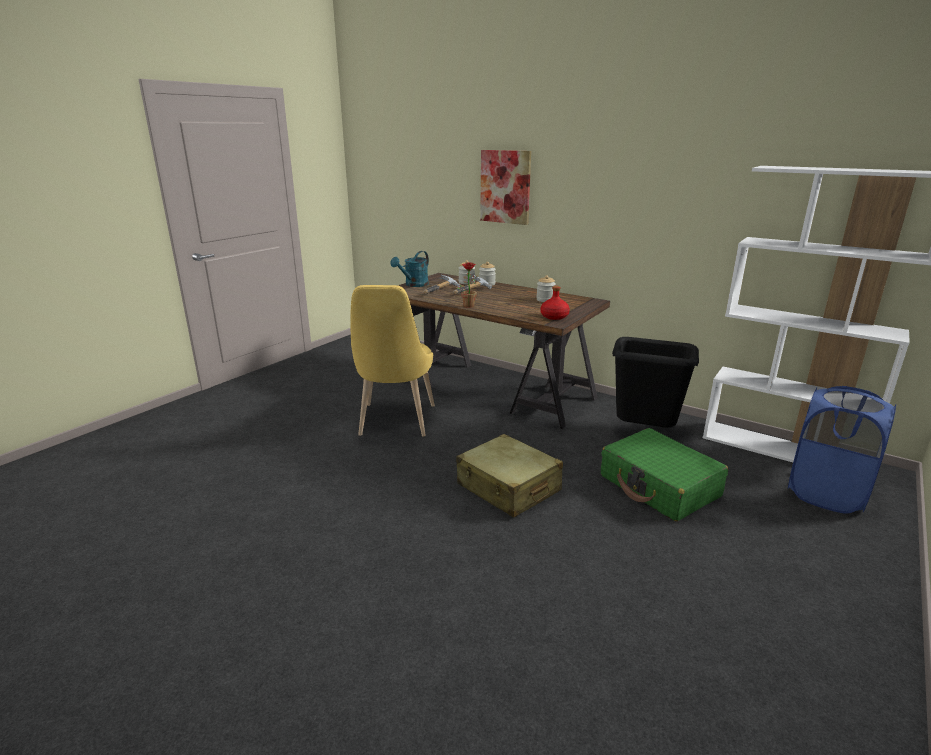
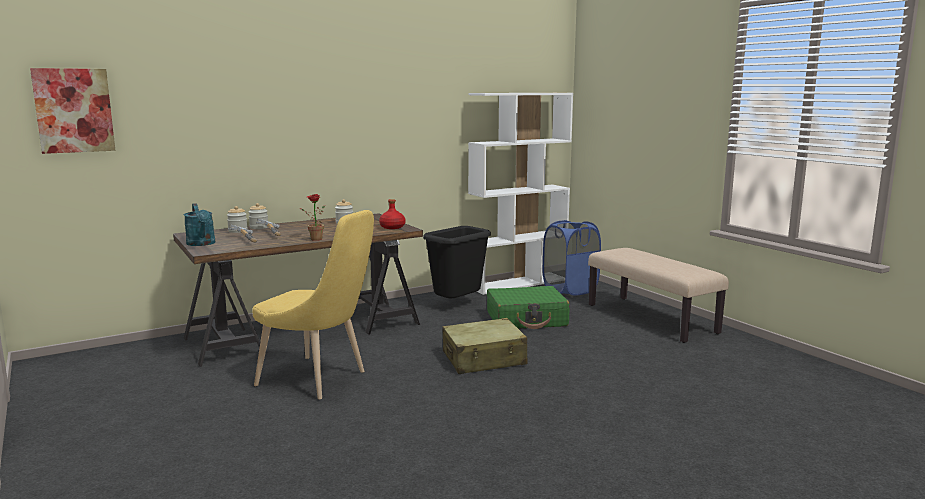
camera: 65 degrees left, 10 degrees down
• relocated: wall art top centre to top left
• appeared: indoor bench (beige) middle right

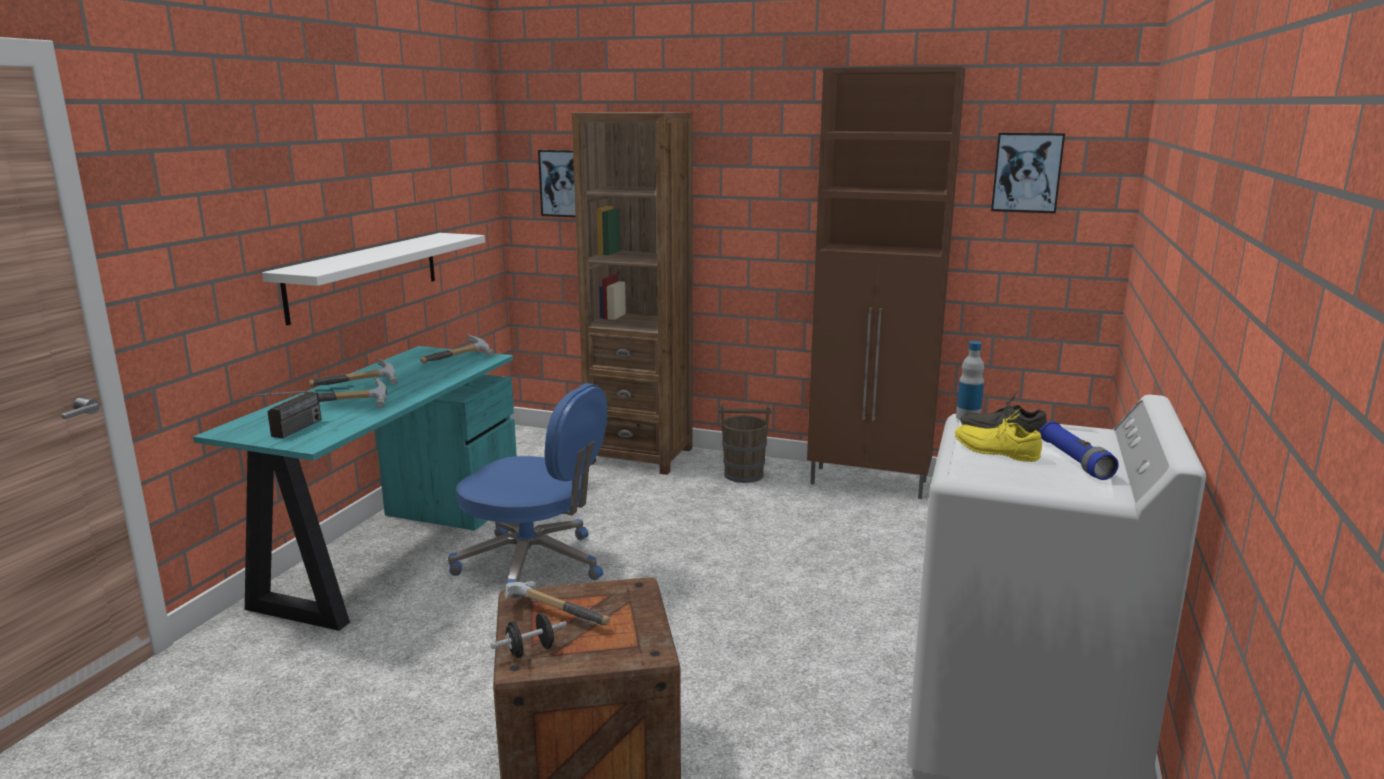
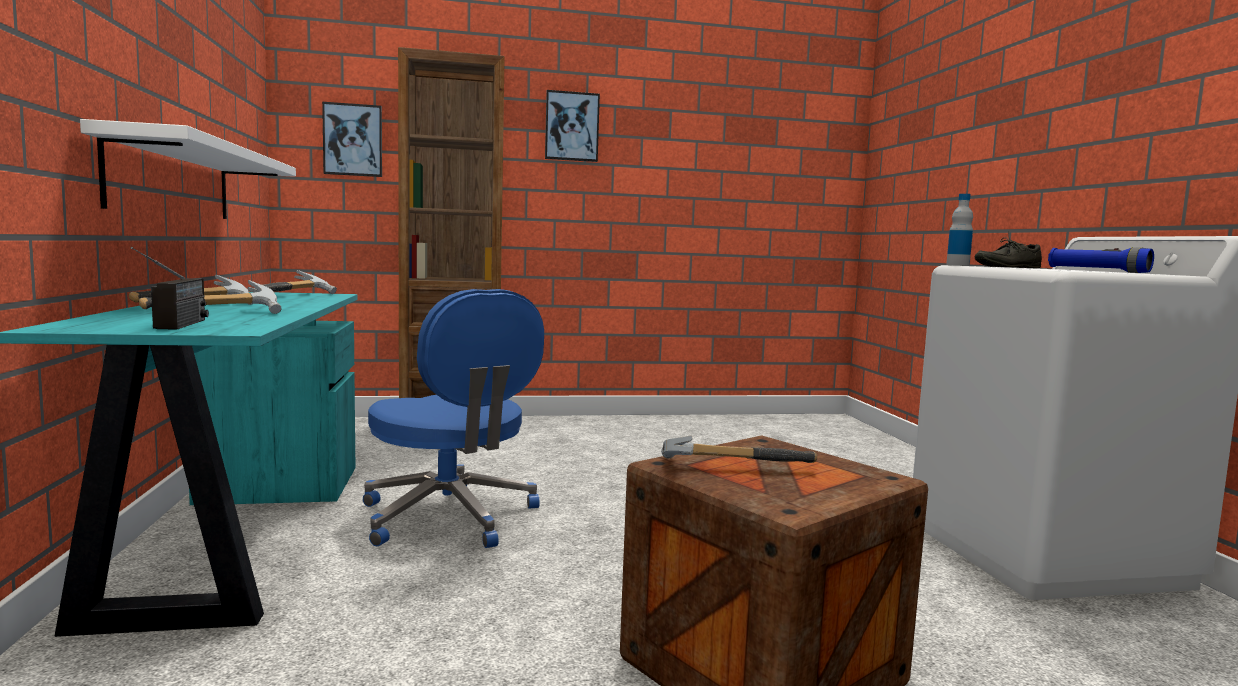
camera: 30 degrees left, 10 degrees down
• missing: cabinet (brown-coloured) centre
• relocated: wall art (no. 2 from left) top right to top centre
• spun: office chair (bluish) centre = centre 60 degrees clockwise
• missing: water bucket (brown-coloured) centre
• missing: low shoe (yellowish) middle right
• missing: free weight (black-coloured) bottom centre

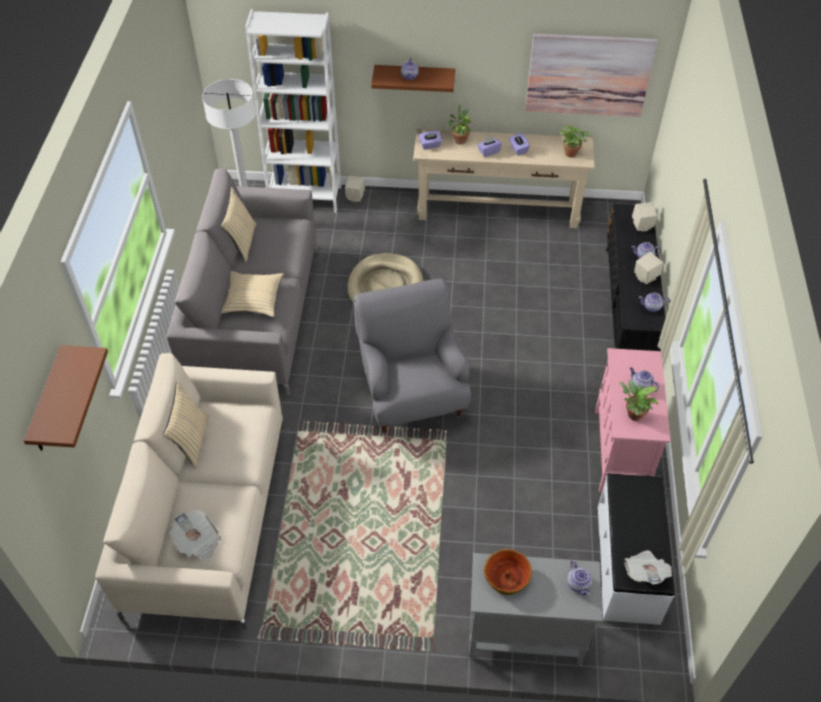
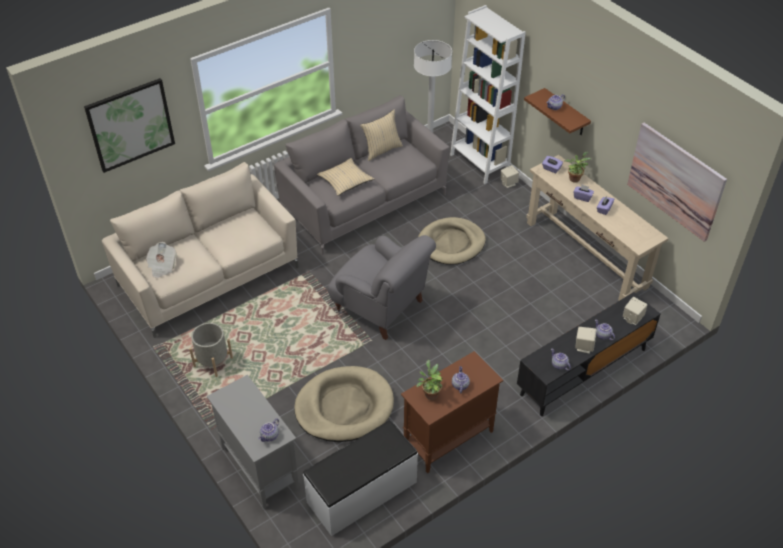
camera: 50 degrees right, 5 degrees down
• missing: plant in a pot (no. 2 from left) top right
• spun: armchair (greyish) centre = centre 90 degrees clockwise
• exchanged: wall shelf (brown-coloured) (no. 1 from left) middle left to wall art (no. 1 from left) top left
• colour: cabinet (pink) middle right to cabinet (brown-coloured) bottom centre
• missing: pillow (beige) (no. 1 from left) middle left
• missing: deep dish bottom centre
• missing: printed paper (no. 2 from left) bottom right
• appeared: plant pot (greyish) middle left
• appeared: dog bed (beige) (no. 1 from left) bottom centre

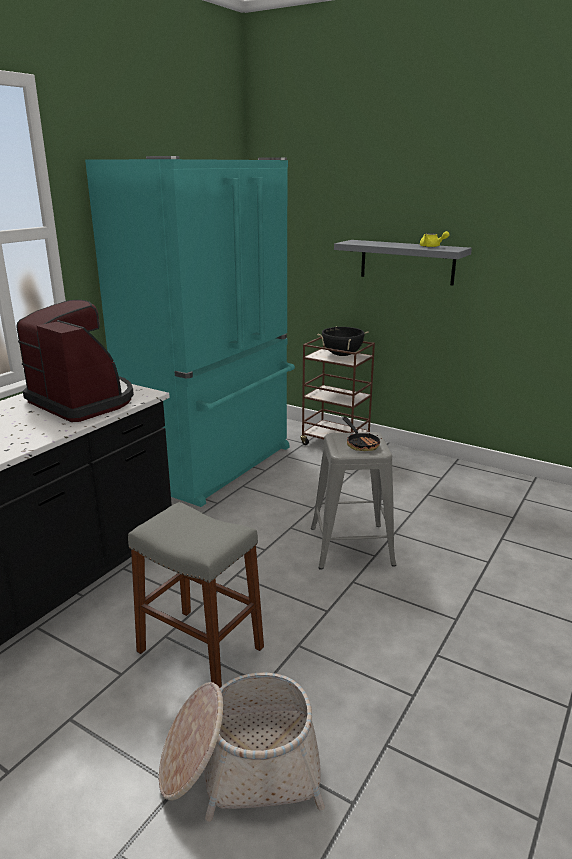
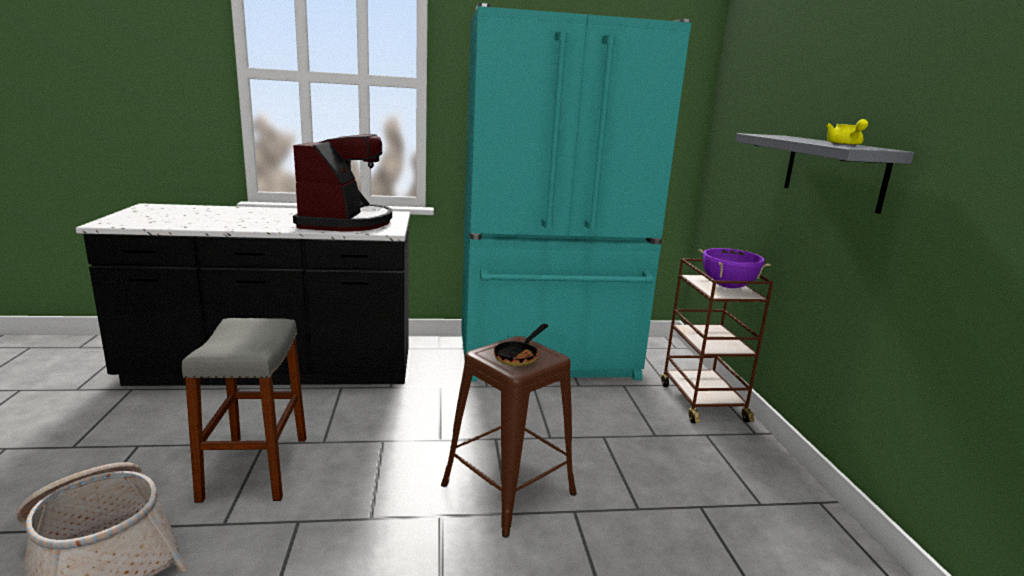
camera: 50 degrees right, 5 degrees down
• colour: stockpot (black-coloured) centre to stockpot (purple-coloured) middle right
• colour: stool (greyish) (no. 2 from left) centre to stool (brown-coloured) bottom centre

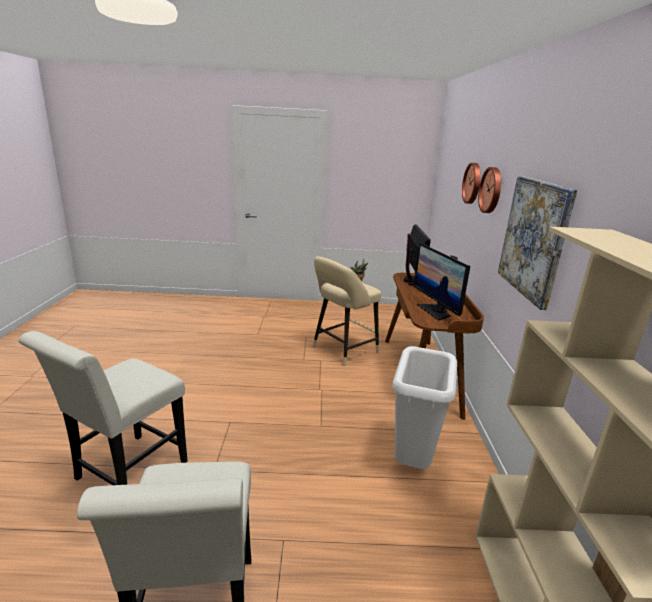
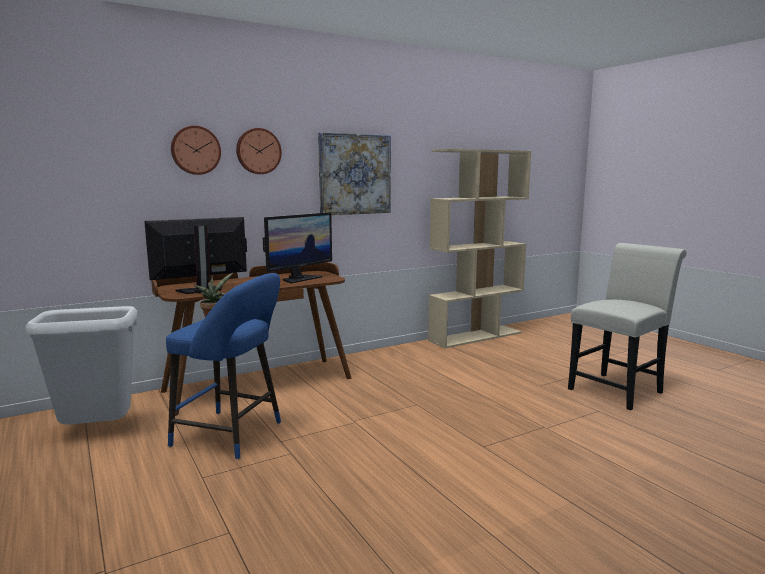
camera: 120 degrees left, 10 degrees down
• colour: stool (beige) centre to stool (bluish) middle left
• missing: upright chair (white) (no. 1 from left) bottom left
• relocated: waste bin (white) bottom centre to middle left

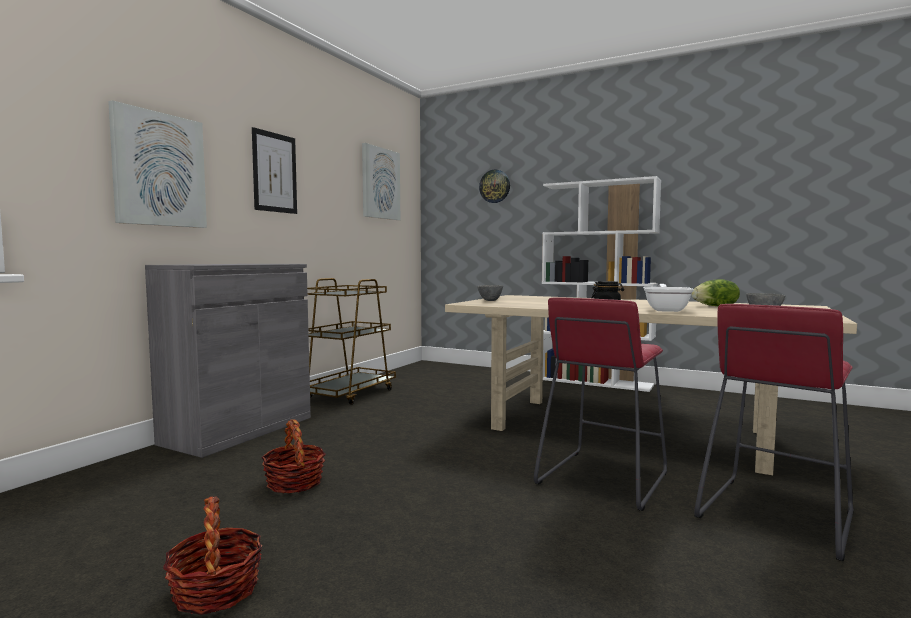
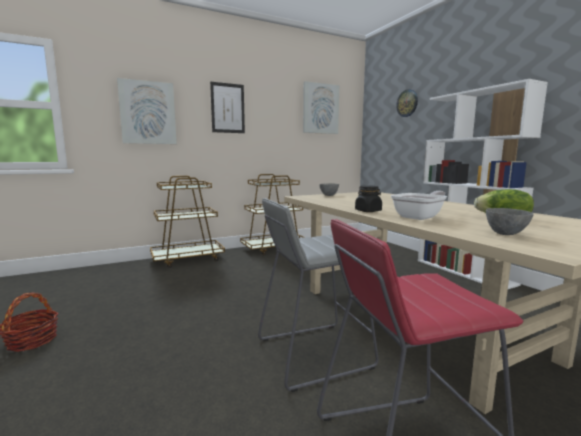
camera: 35 degrees right, 5 degrees up
• exchanged: cabinet (greyish) middle left to cart (brown-coloured) (no. 1 from left) middle left
• colour: stool (red) (no. 1 from left) centre to stool (greyish) bottom centre
• missing: household basket (no. 2 from left) bottom left

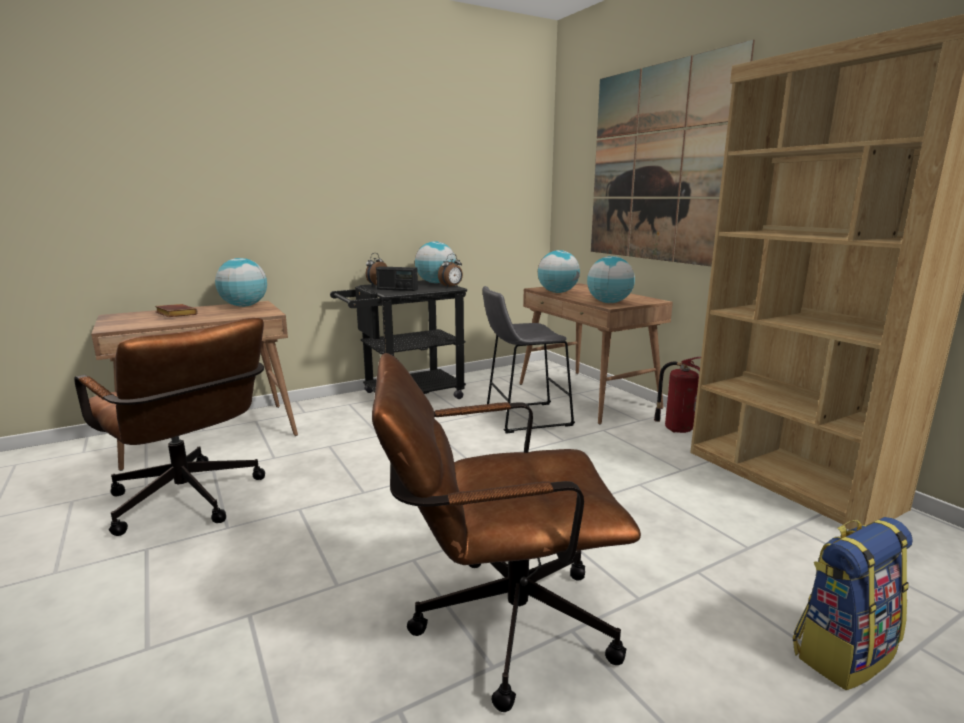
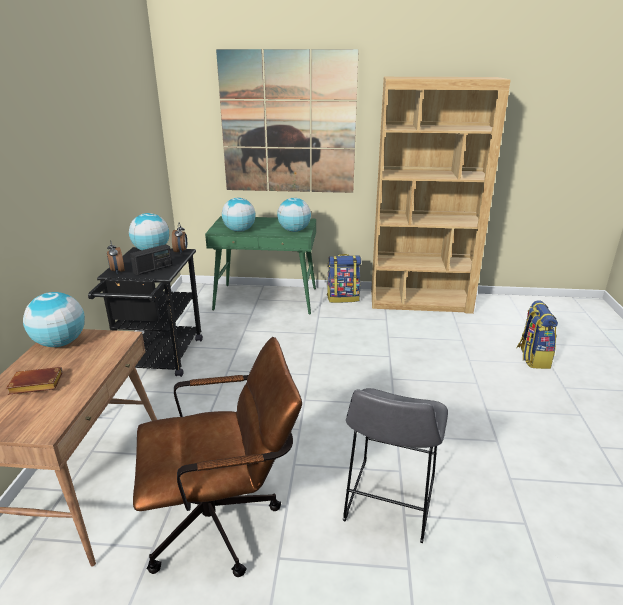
camera: 55 degrees left, 10 degrees up
• colour: desk table (brown-coloured) (no. 2 from left) centre to desk table (green) centre
• relocated: stool (greyish) centre to bottom centre
• missing: office chair (brown-coloured) (no. 2 from left) bottom centre
• exchanged: extinguisher middle right to backpack (no. 1 from left) centre

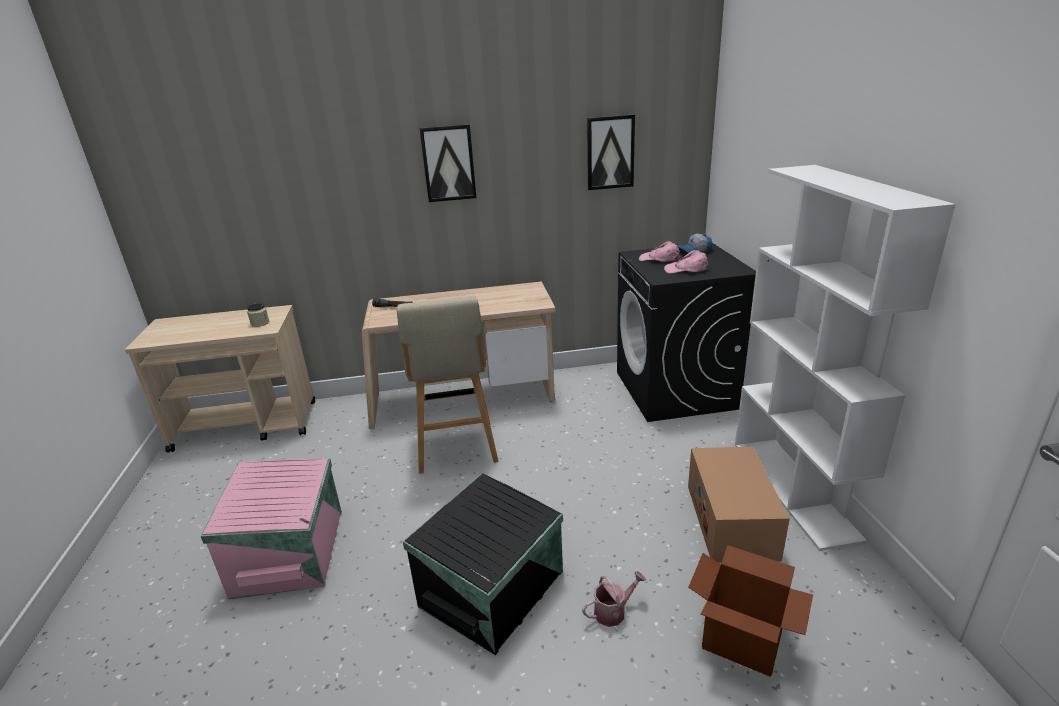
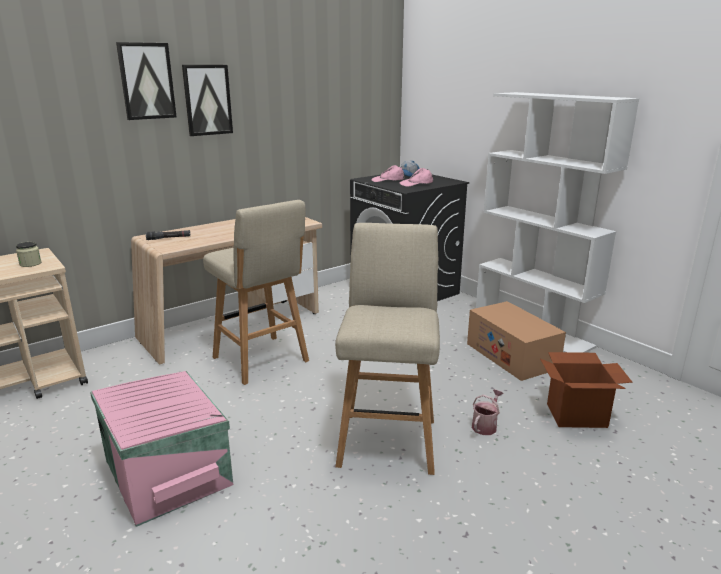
camera: 30 degrees left, 5 degrees down
• relocated: wall art (no. 2 from left in the first image) top centre to wall art (no. 1 from left) top left
• exchanged: storage bin (black-coloured) bottom centre to stool (beige) (no. 2 from left) centre

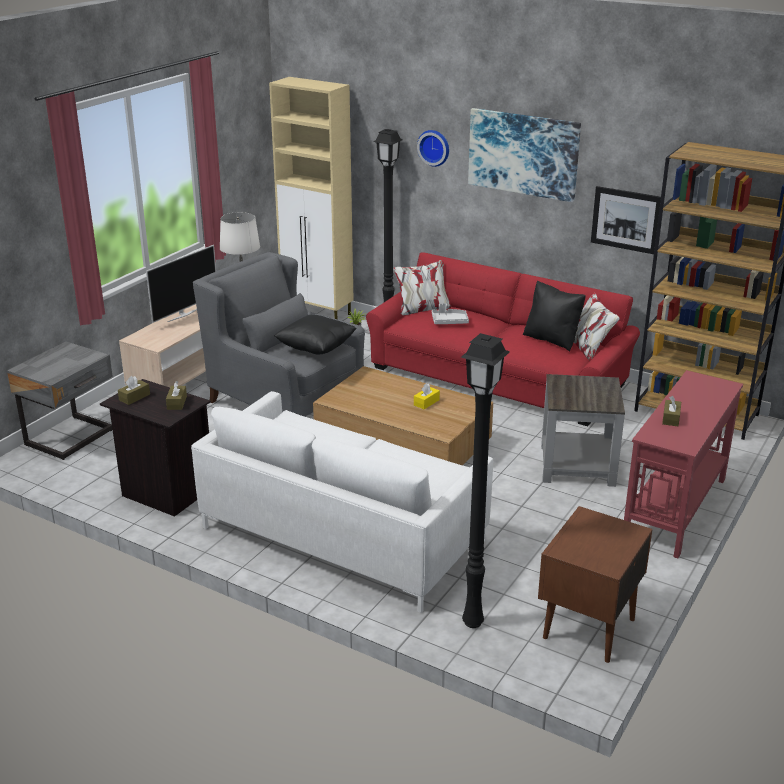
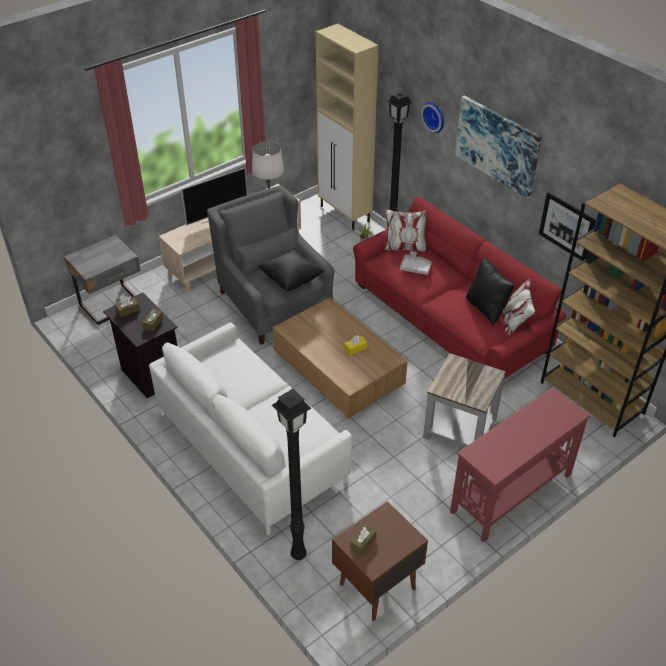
camera: 20 degrees right, 15 degrees up
• relocated: tissue box (brown-coloured) (no. 3 from left) middle right to bottom centre

